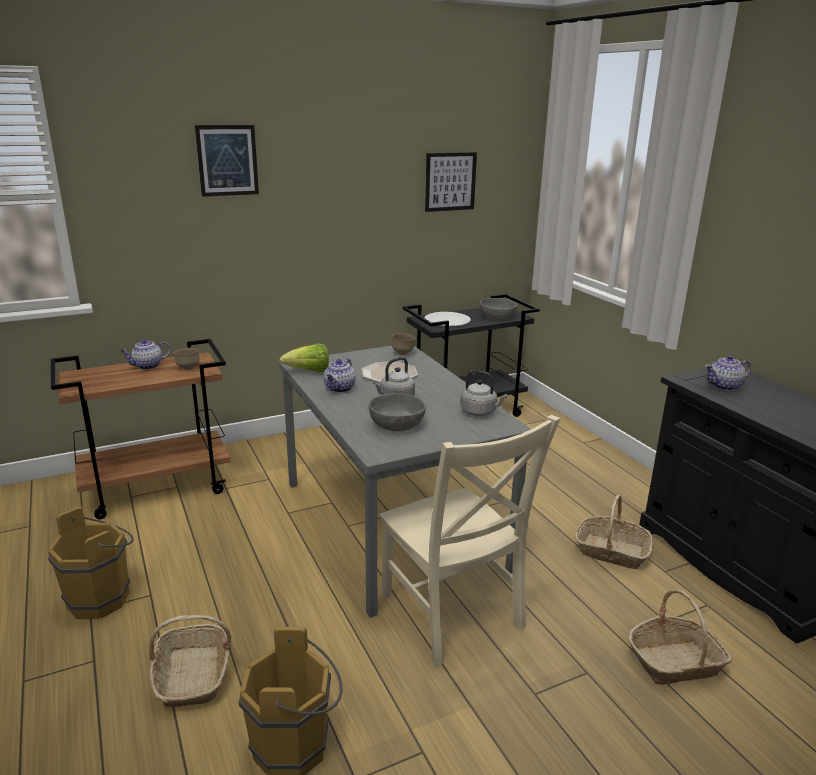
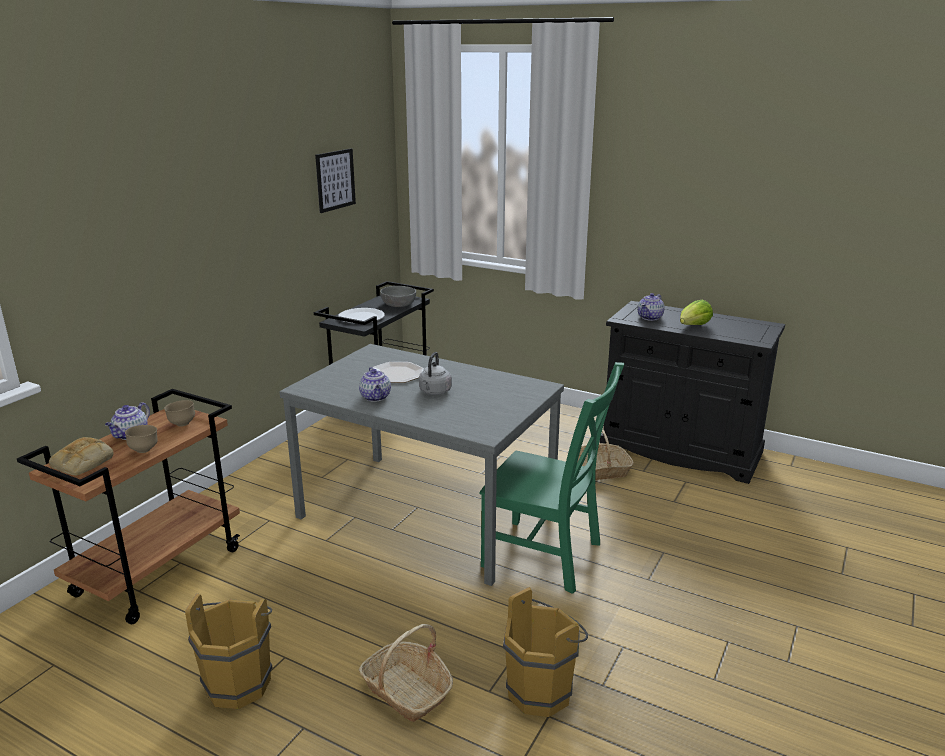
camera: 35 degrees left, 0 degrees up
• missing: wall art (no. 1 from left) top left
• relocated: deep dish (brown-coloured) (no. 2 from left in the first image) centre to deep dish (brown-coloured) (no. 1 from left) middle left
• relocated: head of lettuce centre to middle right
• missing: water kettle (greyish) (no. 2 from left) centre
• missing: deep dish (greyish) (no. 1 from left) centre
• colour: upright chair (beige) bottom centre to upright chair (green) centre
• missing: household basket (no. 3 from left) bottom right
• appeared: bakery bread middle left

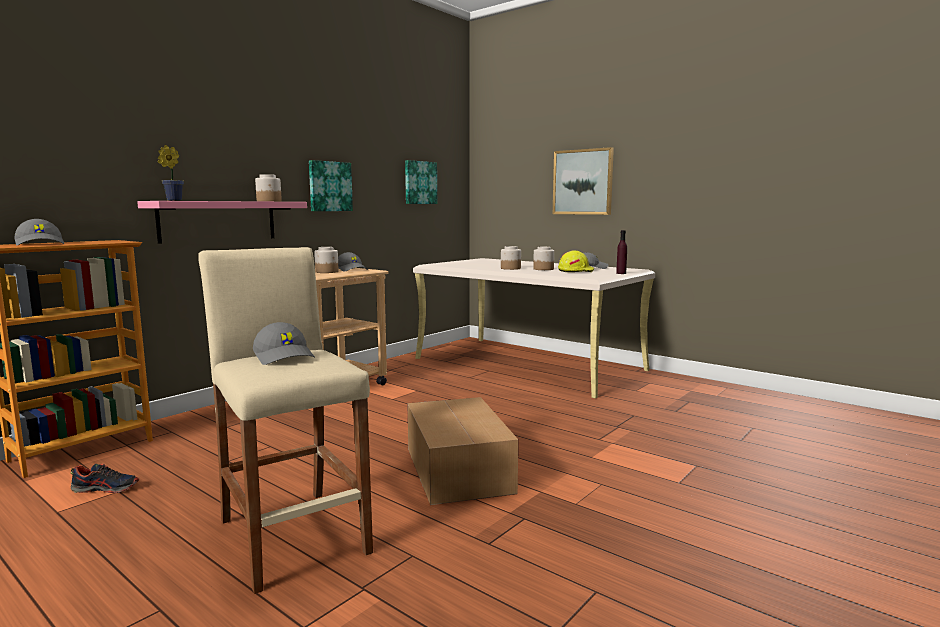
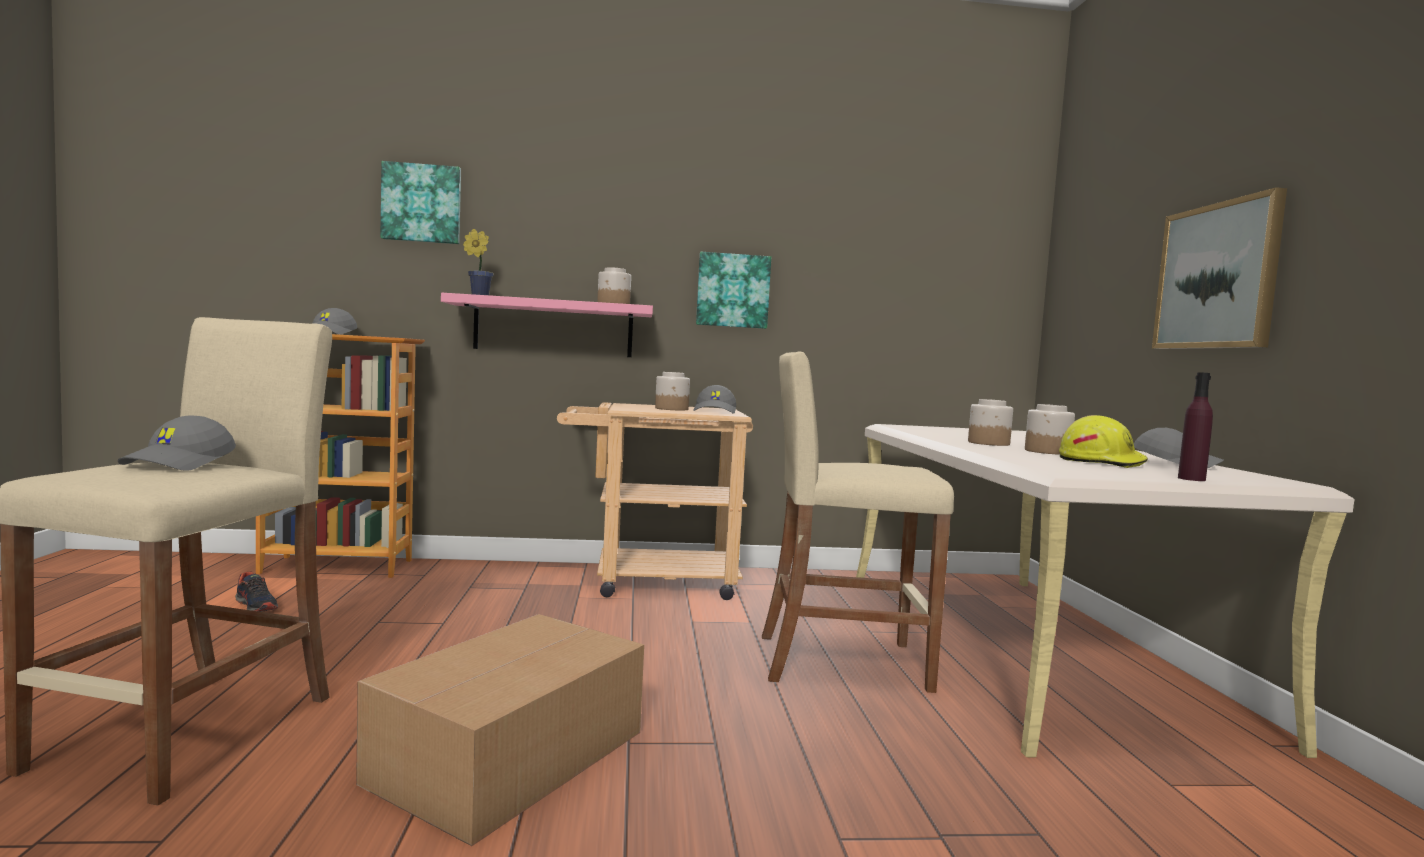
camera: 45 degrees right, 5 degrees down
• relocated: wall art (no. 2 from left in the first image) top centre to wall art (no. 1 from left) top left
• appeared: stool (beige) (no. 2 from left) centre

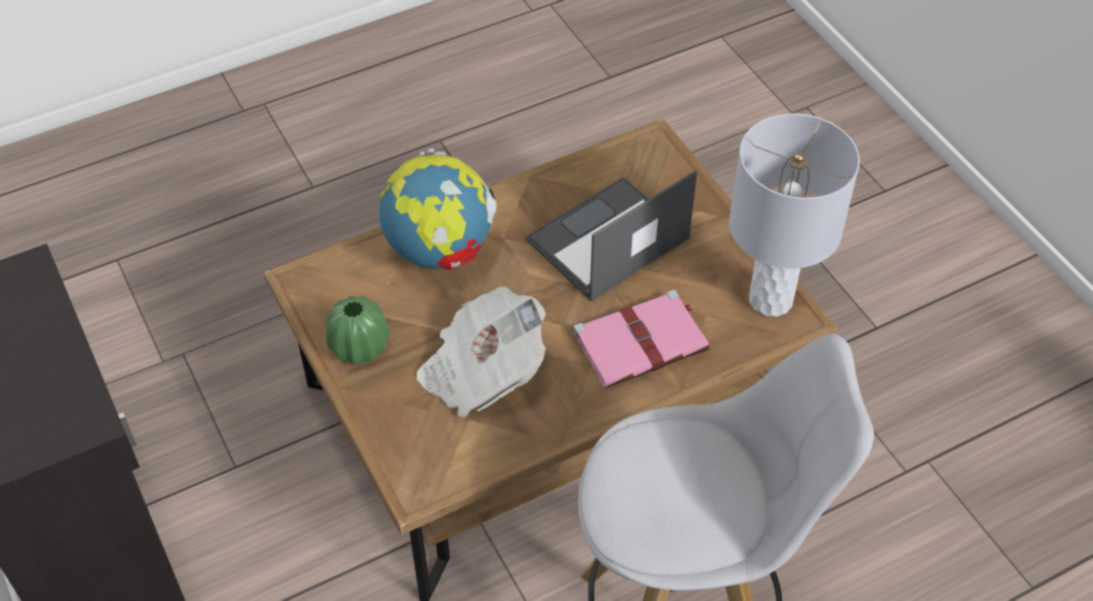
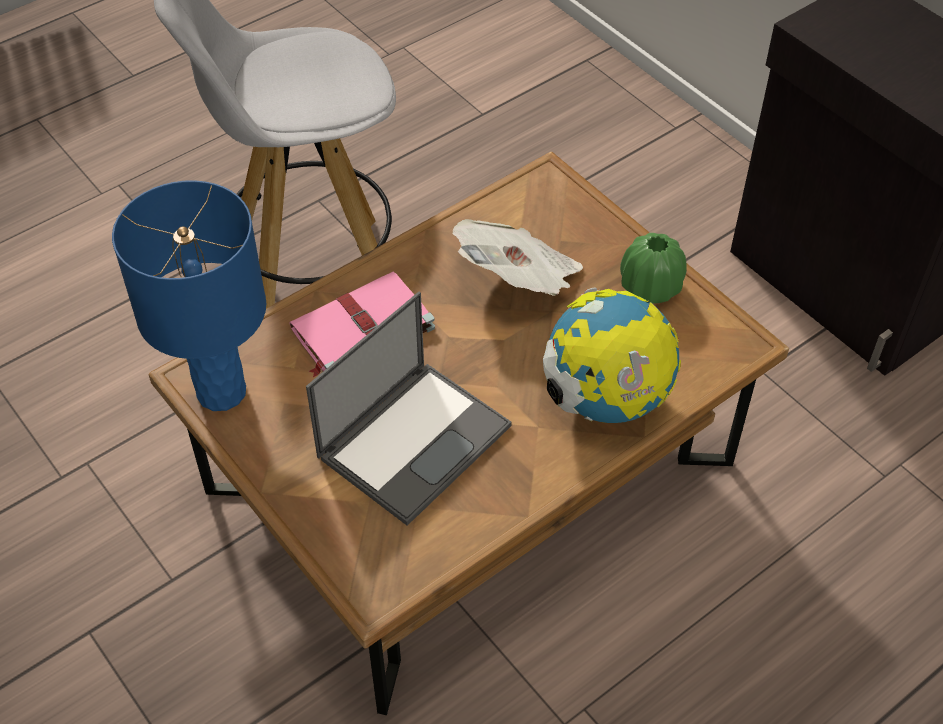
camera: 170 degrees right, 0 degrees up
• colour: table lamp (greyish) middle right to table lamp (bluish) middle left

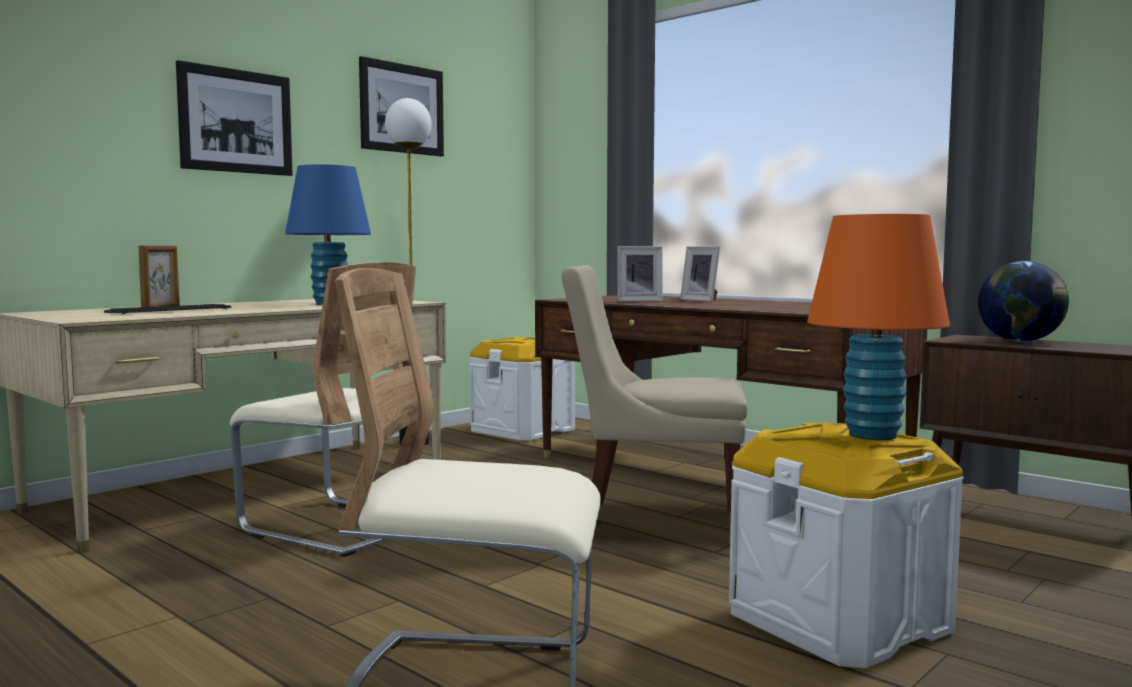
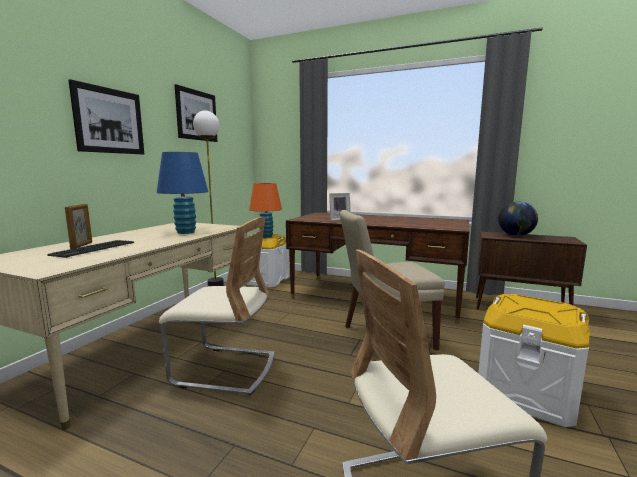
camera: 20 degrees left, 5 degrees up
• relocated: table lamp (orange) middle right to centre
• missing: photo frame (no. 3 from left) centre

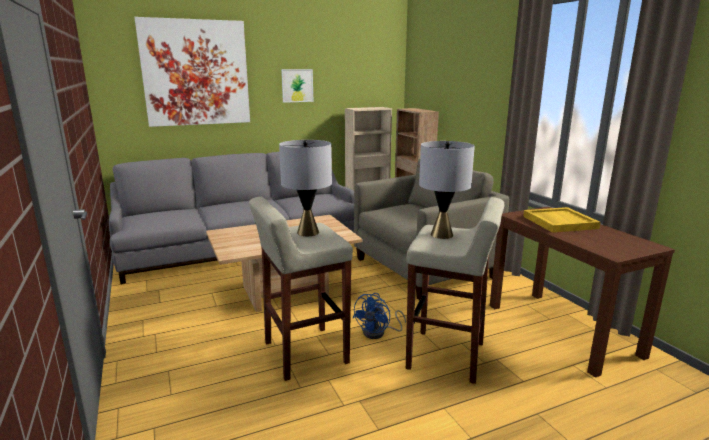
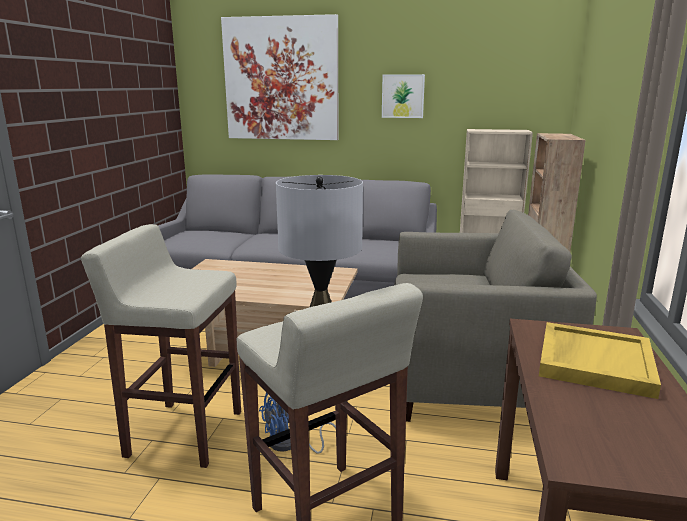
camera: 35 degrees right, 0 degrees up
• missing: table lamp (greyish) (no. 1 from left) centre

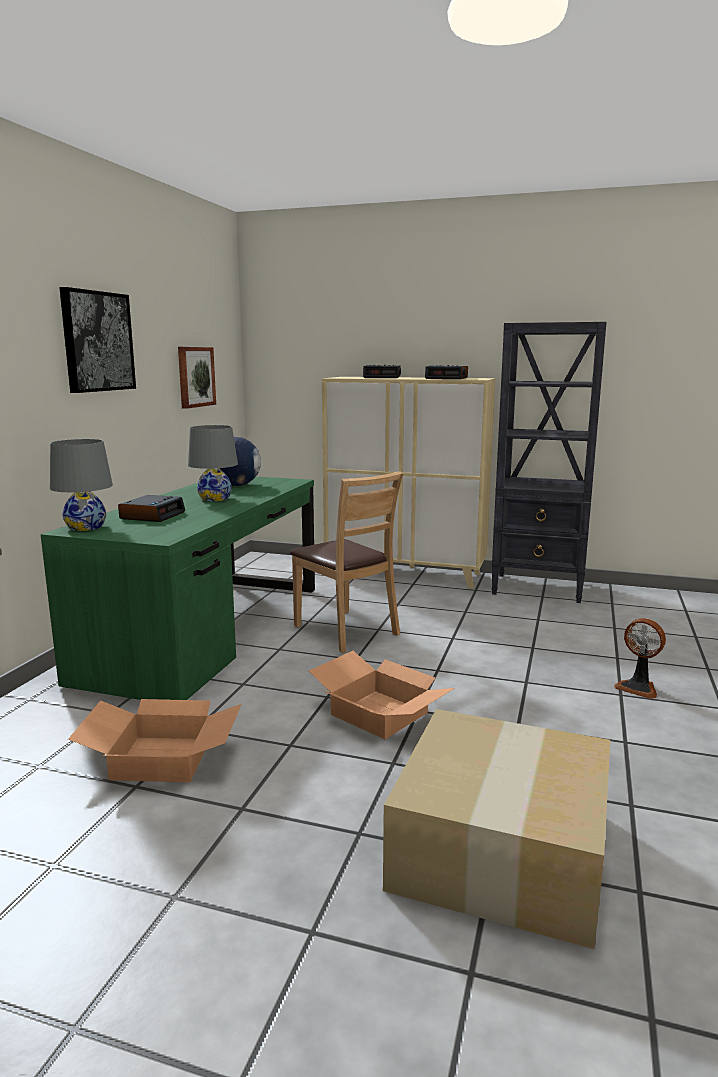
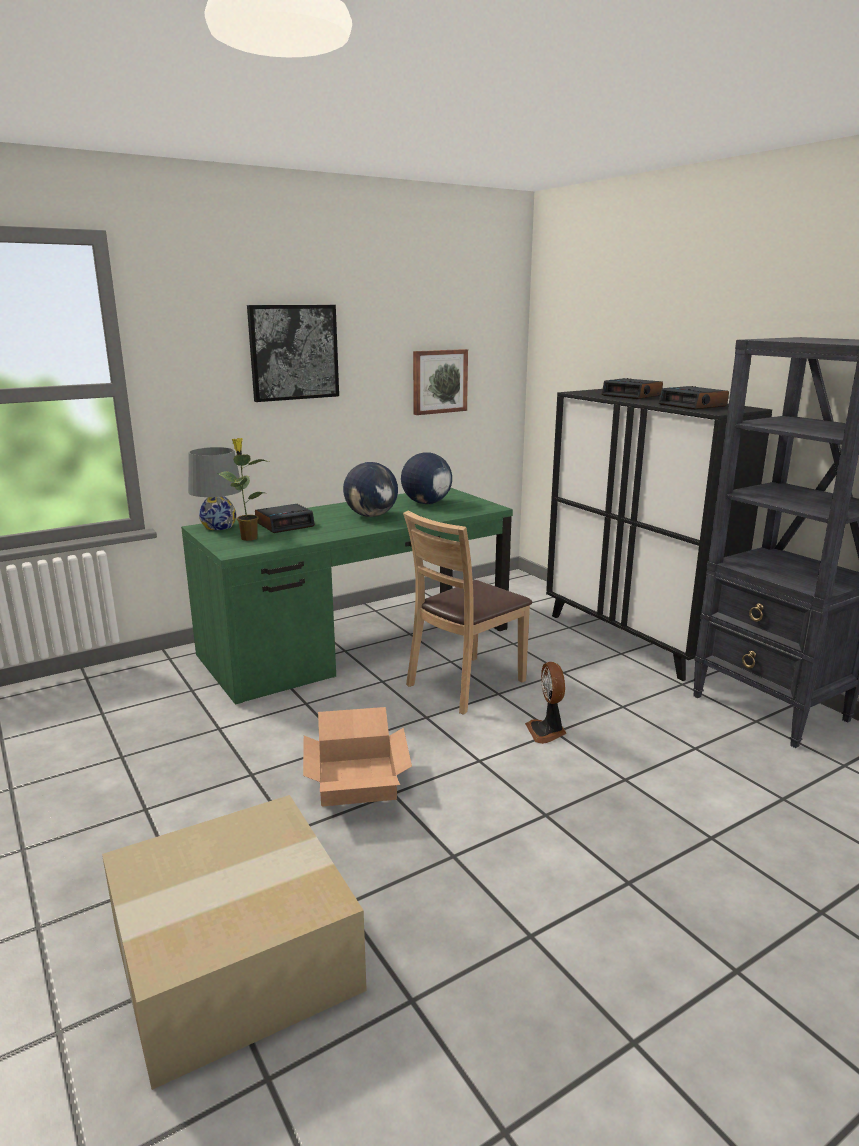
camera: 40 degrees right, 5 degrees up
• colour: cabinet (beige) centre to cabinet (black-coloured) middle right
• exchanged: table lamp (greyish) (no. 2 from left) middle left to desk globe (no. 1 from left) centre
• spun: upright chair (brown-coloured) centre = centre 45 degrees clockwise
• relocated: electric fan middle right to centre
• missing: packing box (no. 1 from left) bottom left
• appeared: plant in a pot middle left

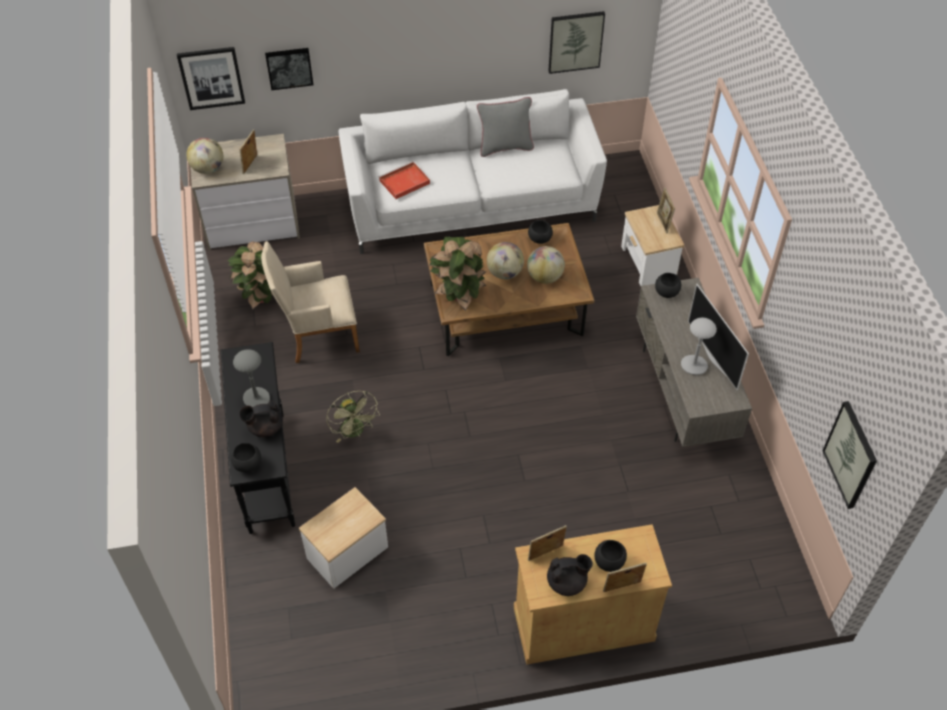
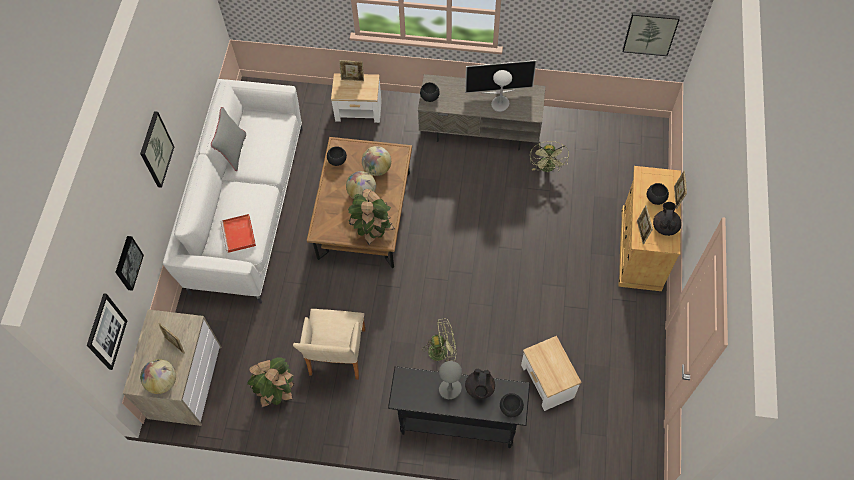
camera: 70 degrees left, 10 degrees up
• relocated: wall art (no. 3 from left) top centre to top left
• appeared: electric fan (green) (no. 2 from left) top centre

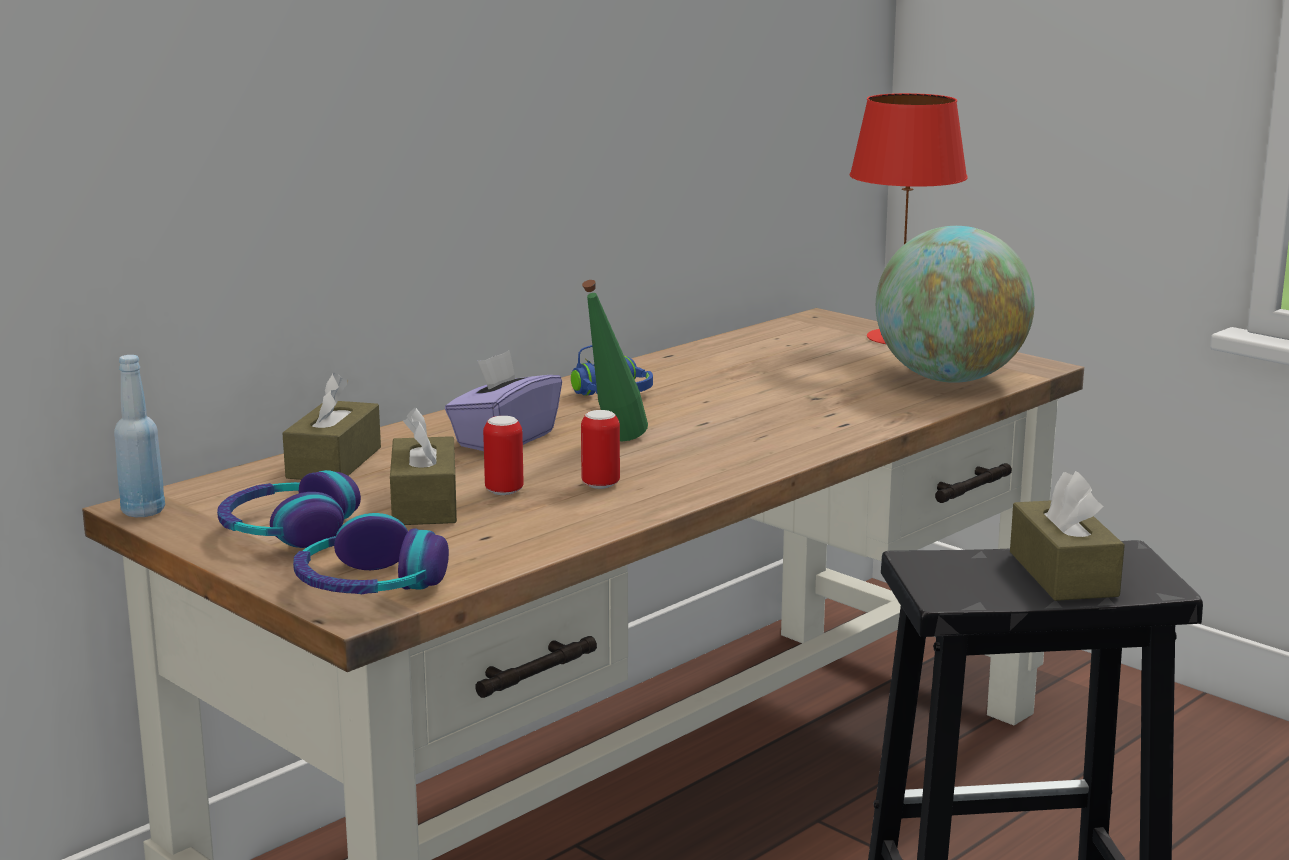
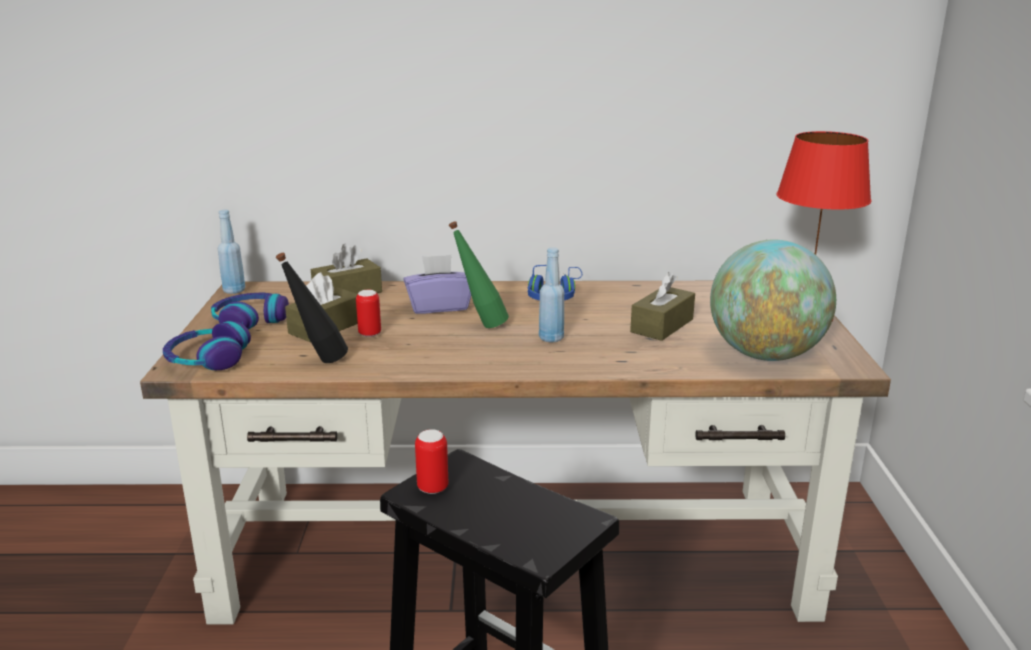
camera: 45 degrees right, 5 degrees up
• relocated: metal can (no. 2 from left) centre to bottom centre
• relocated: tissue box (brown-coloured) (no. 3 from left) middle right to centre
• appeared: beverage bottle (bluish) (no. 2 from left) centre
• appeared: beverage bottle (black-coloured) middle left

